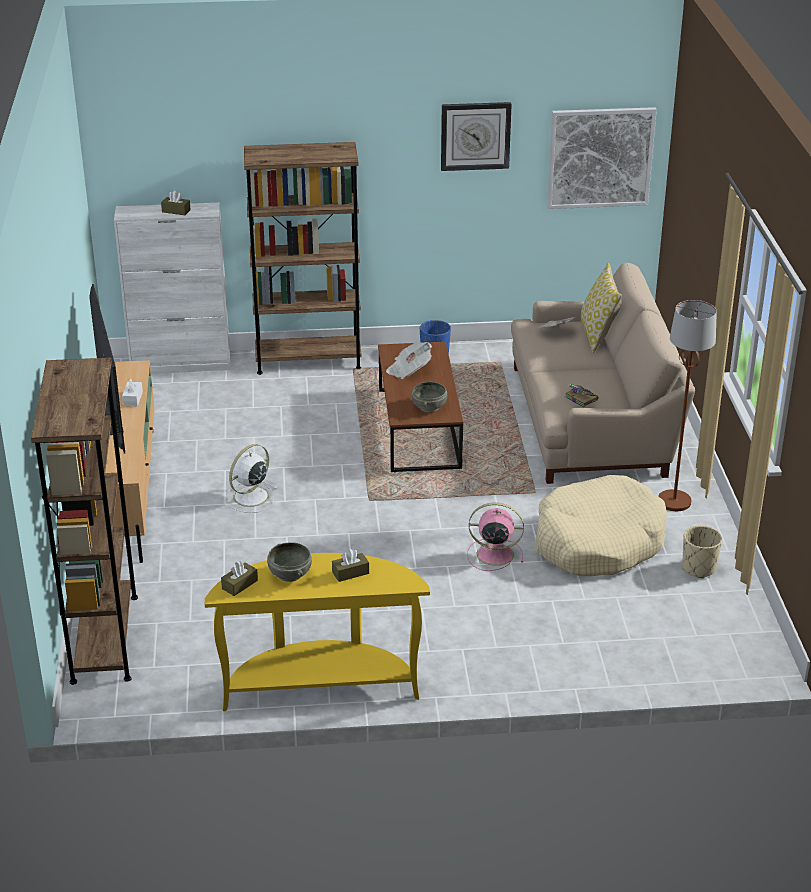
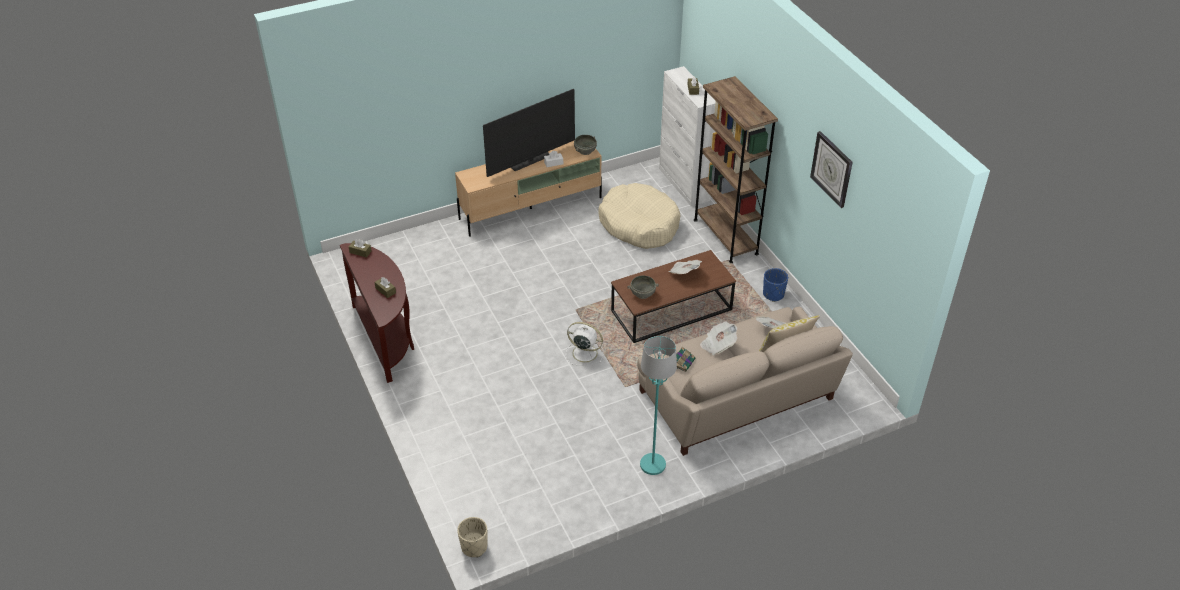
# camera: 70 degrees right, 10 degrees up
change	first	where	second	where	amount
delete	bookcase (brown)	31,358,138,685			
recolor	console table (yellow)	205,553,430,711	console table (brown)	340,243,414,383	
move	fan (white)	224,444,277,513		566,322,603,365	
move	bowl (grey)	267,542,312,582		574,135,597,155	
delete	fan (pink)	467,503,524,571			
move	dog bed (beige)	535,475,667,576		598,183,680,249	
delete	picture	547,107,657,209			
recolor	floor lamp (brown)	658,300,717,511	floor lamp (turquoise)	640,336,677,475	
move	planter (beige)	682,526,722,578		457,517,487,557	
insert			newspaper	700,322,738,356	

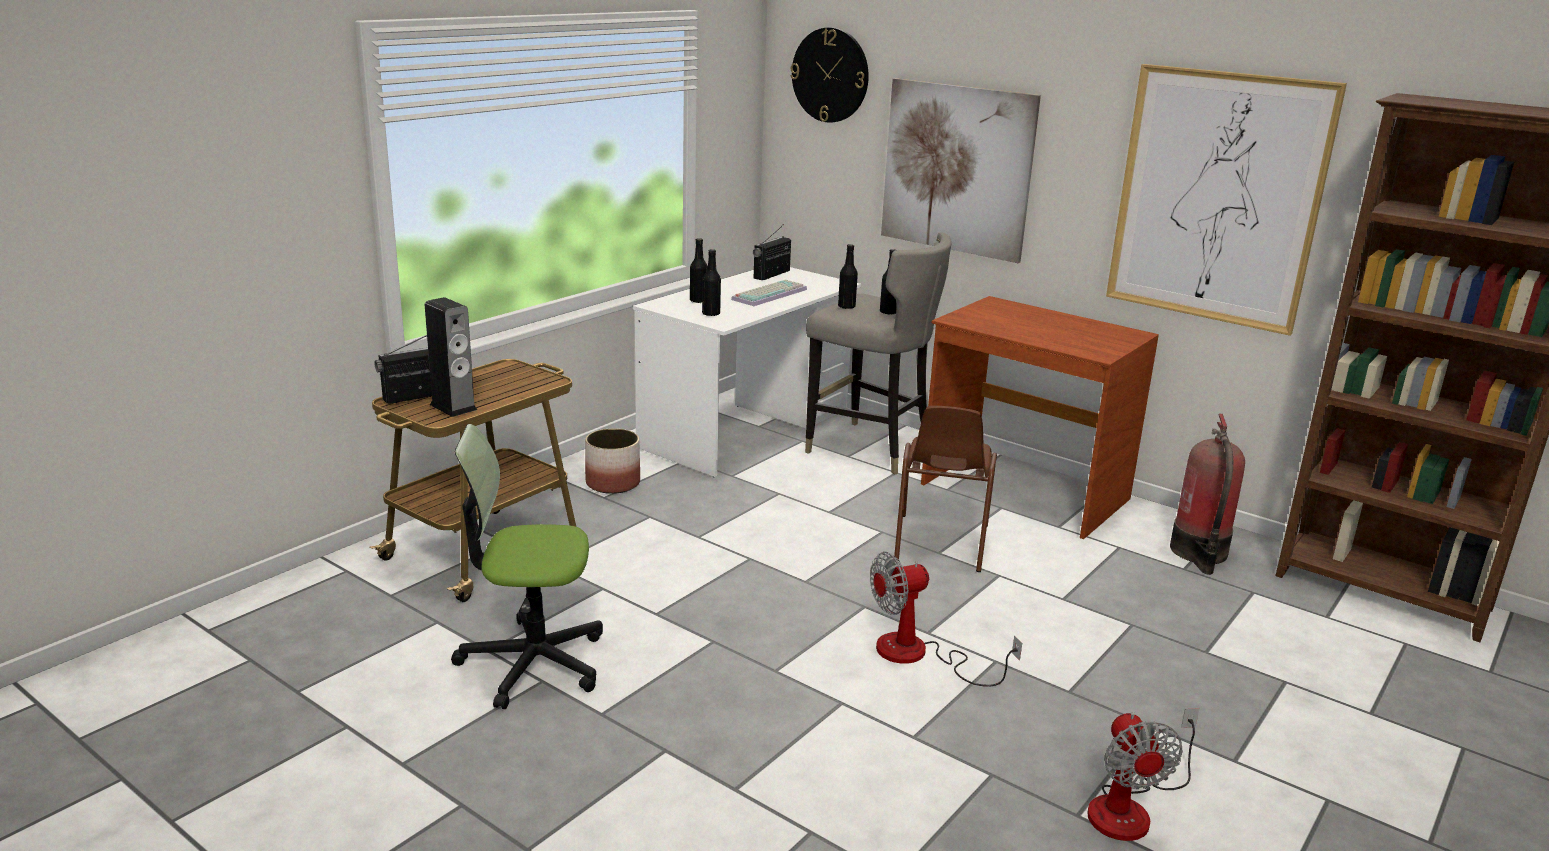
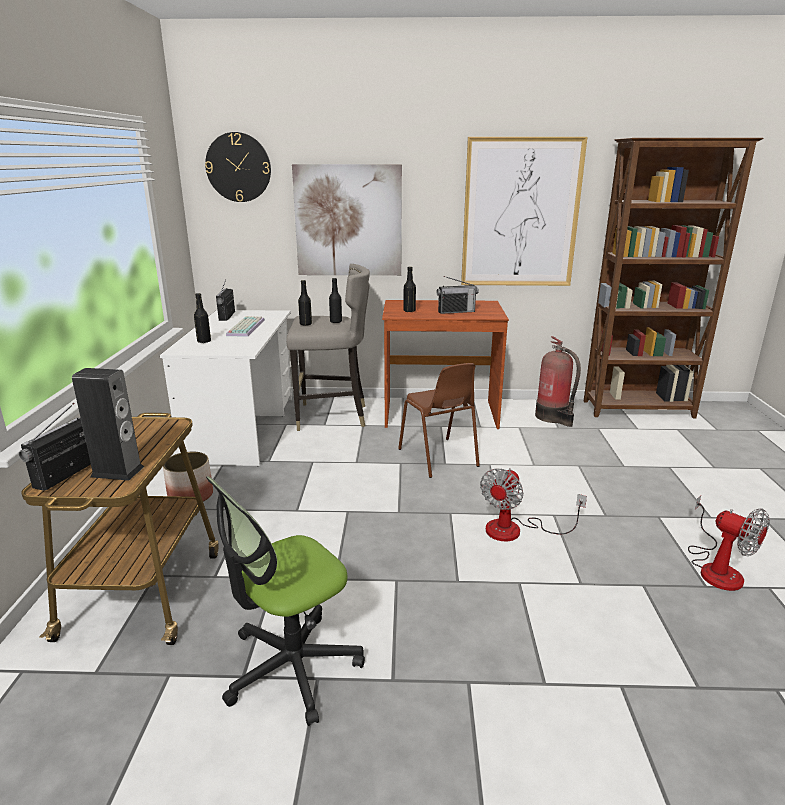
# camera: 35 degrees left, 0 degrees up
change	first	where	second	where	amount
move	bottle (black)	702,249,721,316		403,266,416,312	
insert			radio	437,276,479,314	

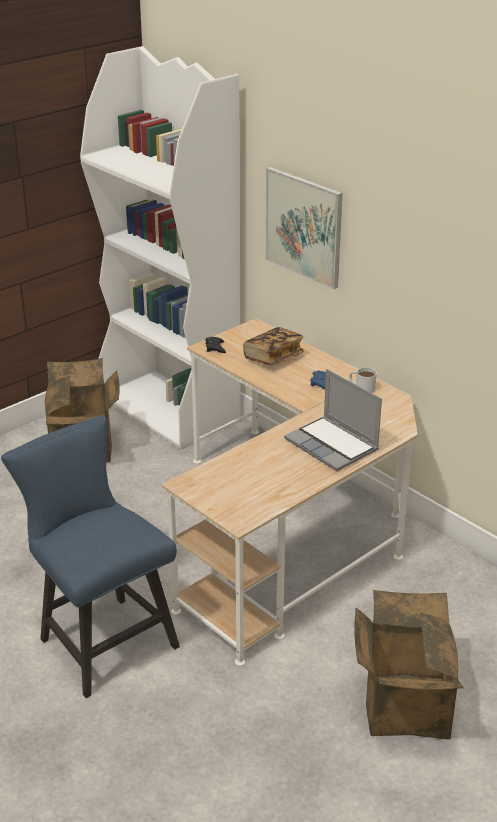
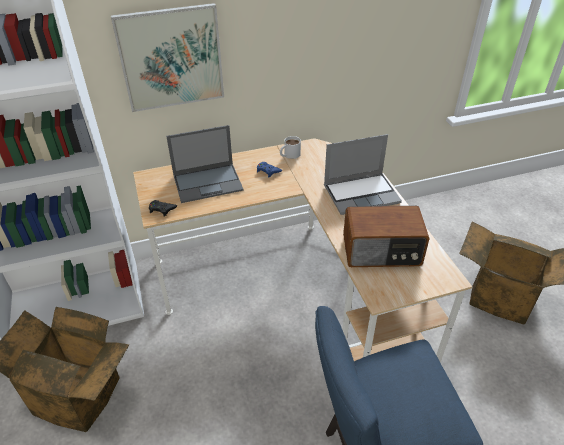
# camera: 65 degrees left, 10 degrees up
change	first	where	second	where	amount
replace	book	243,327,304,366	laptop	166,125,244,203	
insert			radio	343,206,430,267	

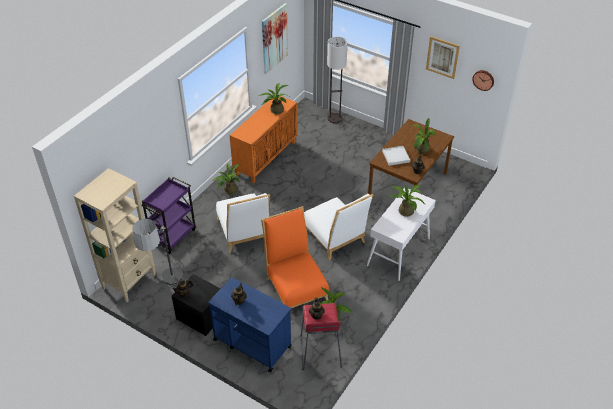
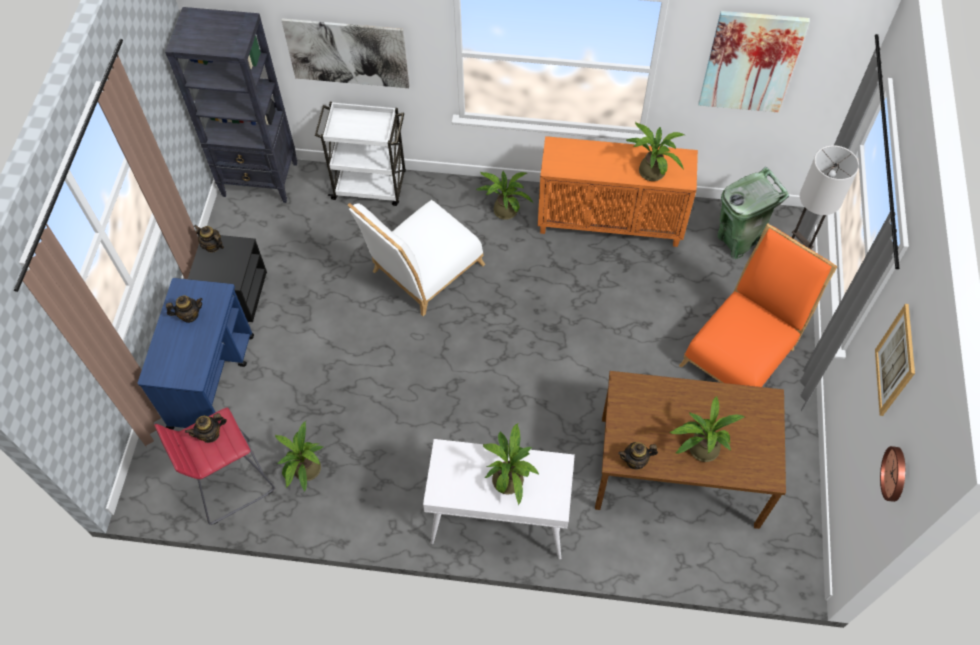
# camera: 65 degrees right, 15 degrees up
change	first	where	second	where	amount
recolor	bookcase (beige)	74,168,155,302	bookcase (black)	165,7,297,203	
delete	floor lamp	132,219,183,288			
recolor	cart (purple)	142,177,196,254	cart (white)	315,102,406,206	
move	chair (orange)	261,206,329,308		679,223,838,387	
delete	chair (white)	304,194,373,260			
delete	tray (white)	382,146,410,166			
insert			picture	281,18,409,88	
insert			trash can (green)	717,167,789,259	

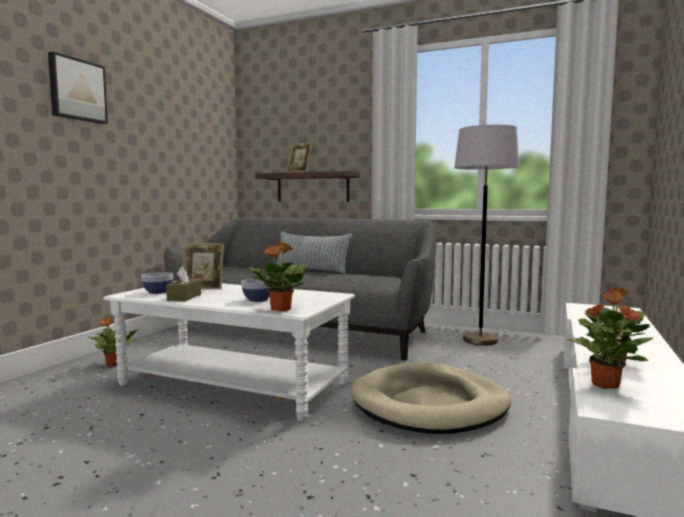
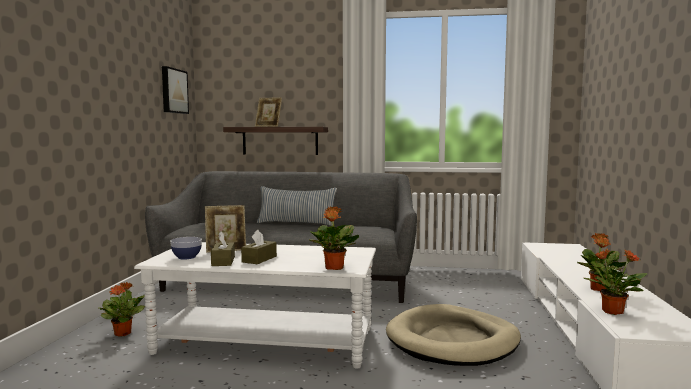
# camera: 15 degrees left, 0 degrees up
change	first	where	second	where	amount
move	picture	48,52,108,124		162,66,189,114	
delete	bowl	241,279,274,302			
delete	floor lamp (grey)	454,125,519,345			
insert			tissue box (brown)	241,230,277,264	

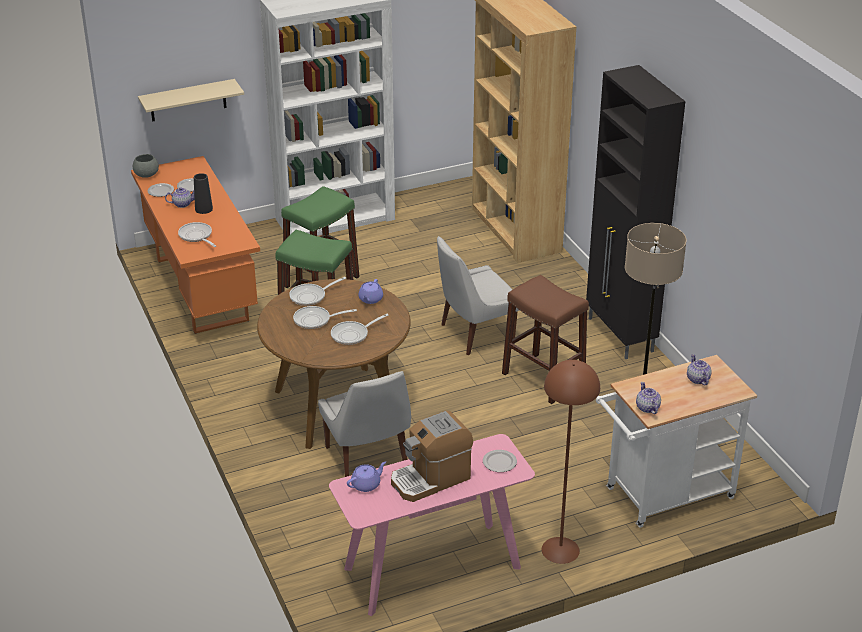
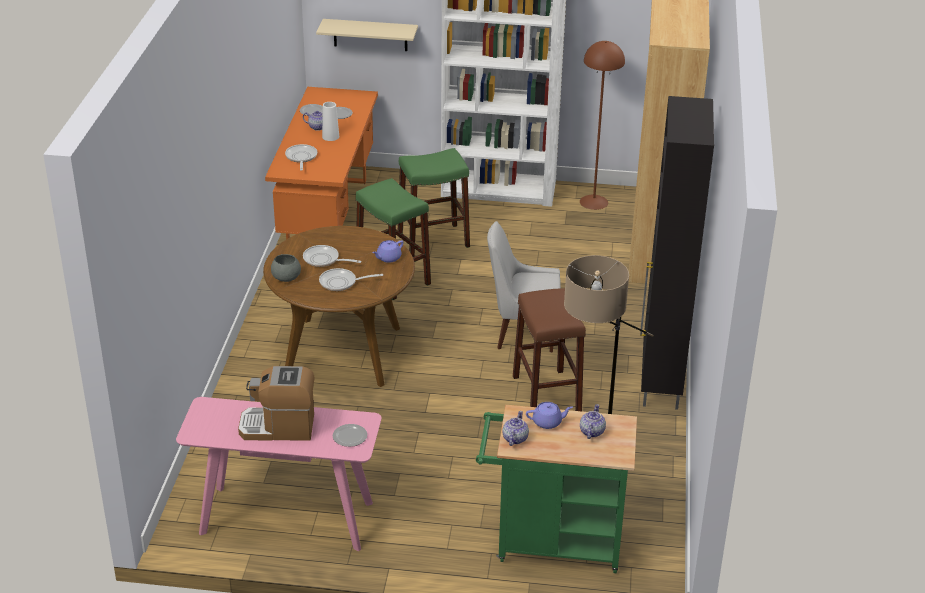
# camera: 30 degrees right, 0 degrees up
change	first	where	second	where	amount
move	bowl (grey)	133,154,159,178		271,254,301,282	
recolor	vase (black)	194,173,213,214	vase (white)	322,102,339,141	
delete	frying pan	289,277,346,306			
delete	chair (white)	318,371,411,477			
move	teapot (purple)	347,461,386,492		526,402,573,429	
move	floor lamp (brown)	542,360,600,564		580,41,625,210	
recolor	cart (white)	596,355,757,528	cart (green)	476,405,637,573	

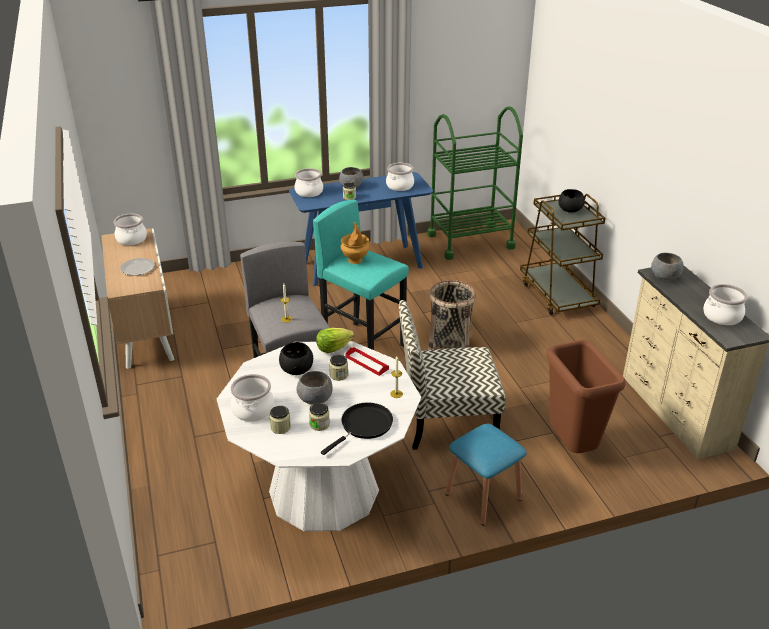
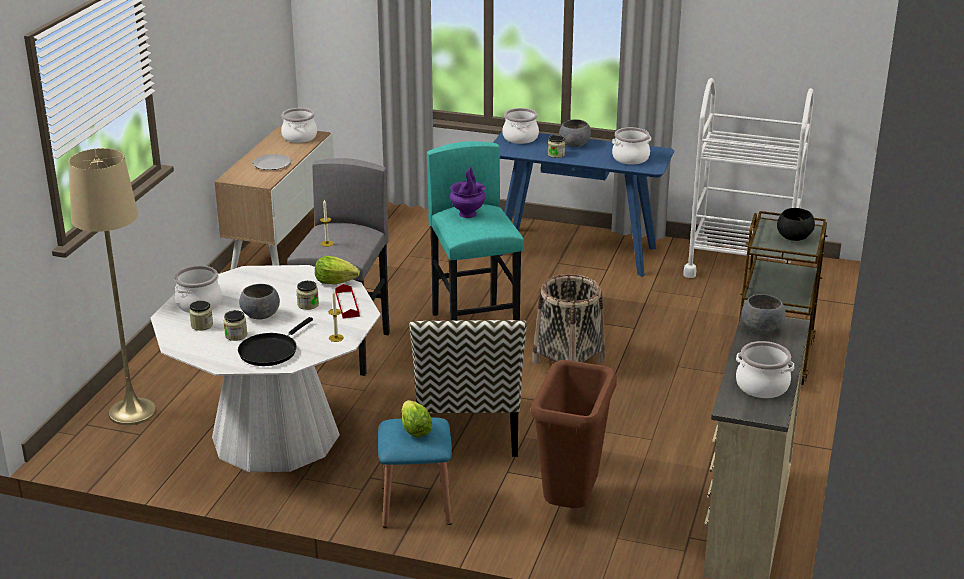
# camera: 35 degrees right, 5 degrees down
change	first	where	second	where	amount
delete	bowl (black)	279,342,313,375			
rotate	frying pan (black)	321,402,393,455		238,317,313,366	135 degrees clockwise
recolor	vase (brown)	340,222,370,264	vase (purple)	450,166,486,218	
rotate	chair	399,300,506,450		409,320,527,457	120 degrees counterclockwise
recolor	cart (green)	427,106,523,260	cart (white)	683,78,814,278	
insert			floor lamp (beige)	69,148,156,425	
insert			lettuce	402,400,432,437	

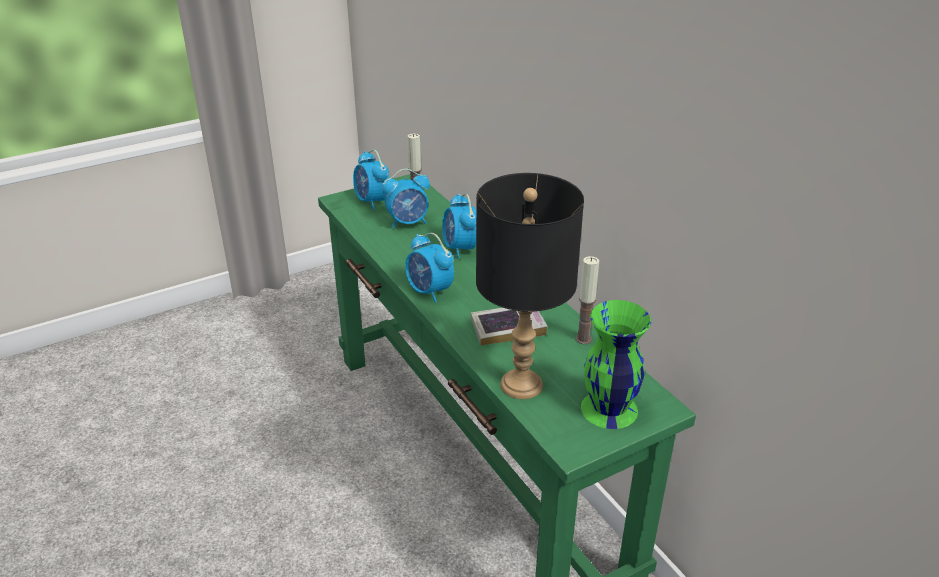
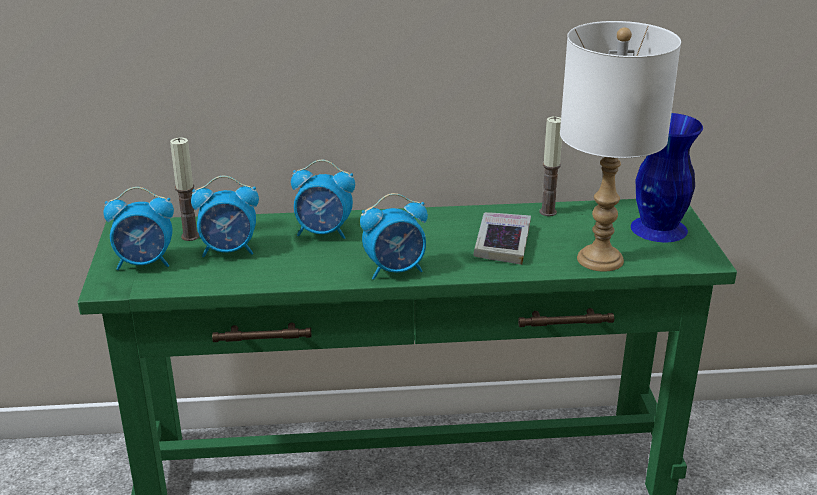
# camera: 65 degrees left, 5 degrees down
change	first	where	second	where	amount
rotate	alarm clock	382,169,430,229		191,176,259,257	75 degrees clockwise
recolor	table lamp (black)	476,173,584,399	table lamp (white)	560,21,681,272	
recolor	vase (green)	581,300,651,429	vase (blue)	631,113,703,242	

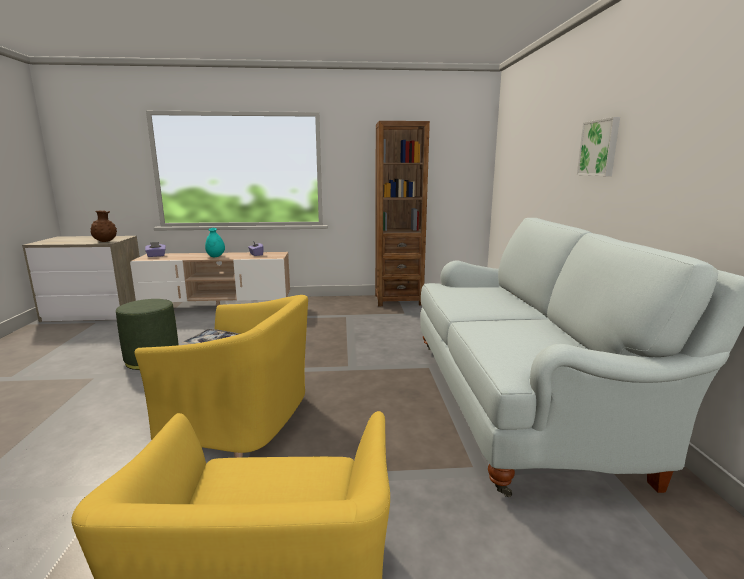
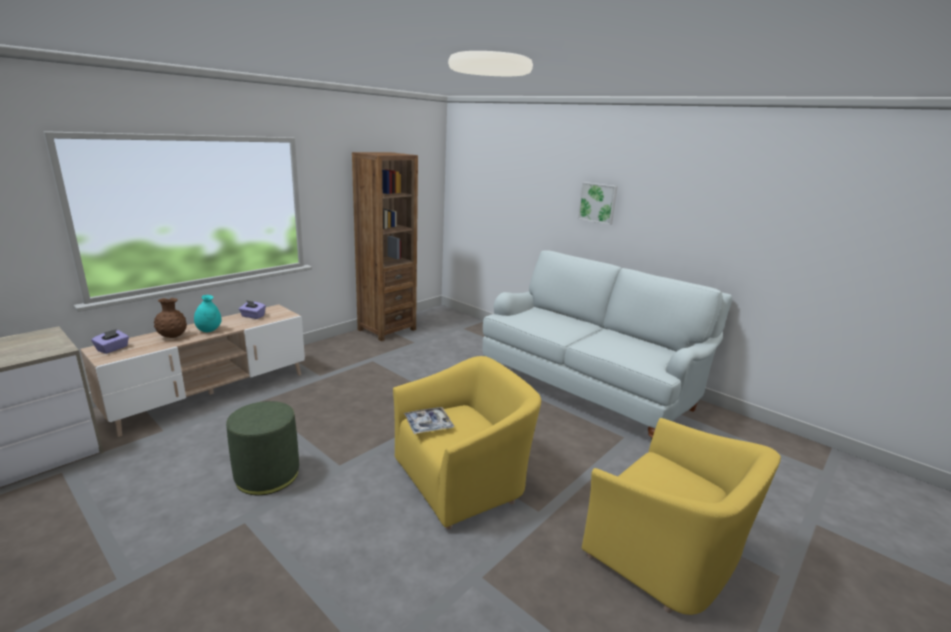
# camera: 45 degrees left, 5 degrees up
change	first	where	second	where	amount
move	vase (brown)	91,210,117,242		154,298,187,338	

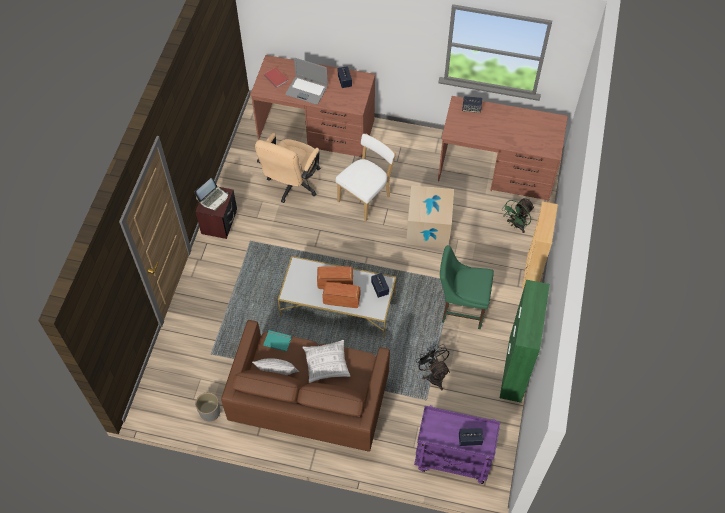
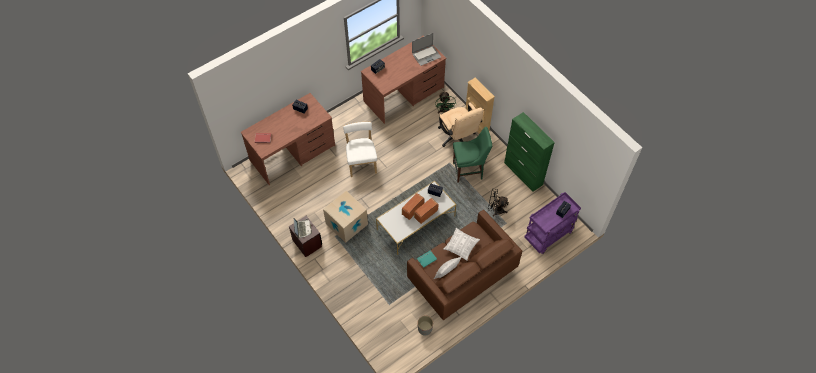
# camera: 50 degrees left, 0 degrees up
change	first	where	second	where	amount
move	office chair (beige)	255,133,321,203		438,102,484,147	
move	laptop	285,58,328,105		412,33,441,66	
move	cardboard box	406,185,454,248		323,191,368,243	
rotate	chair (green)	440,245,494,329		453,127,492,183	150 degrees counterclockwise

